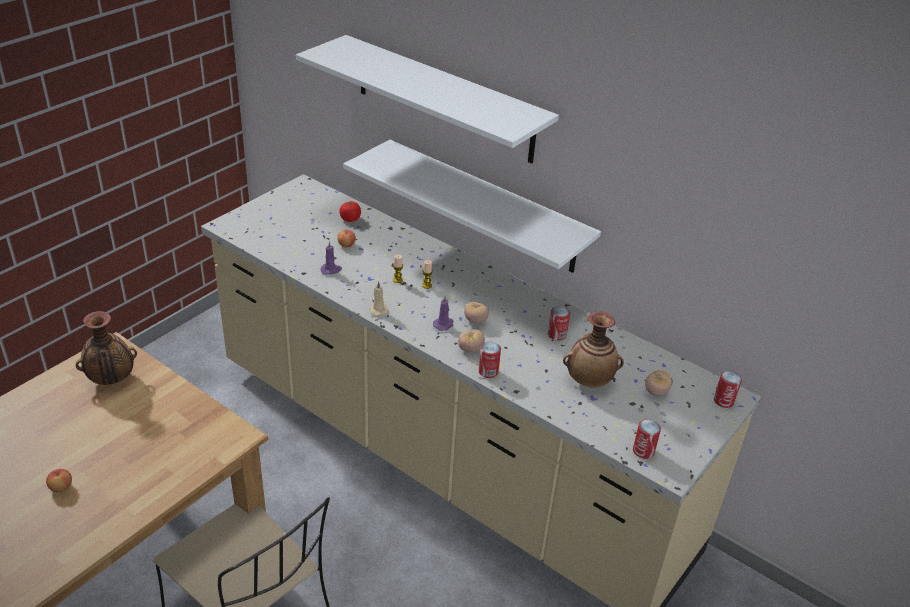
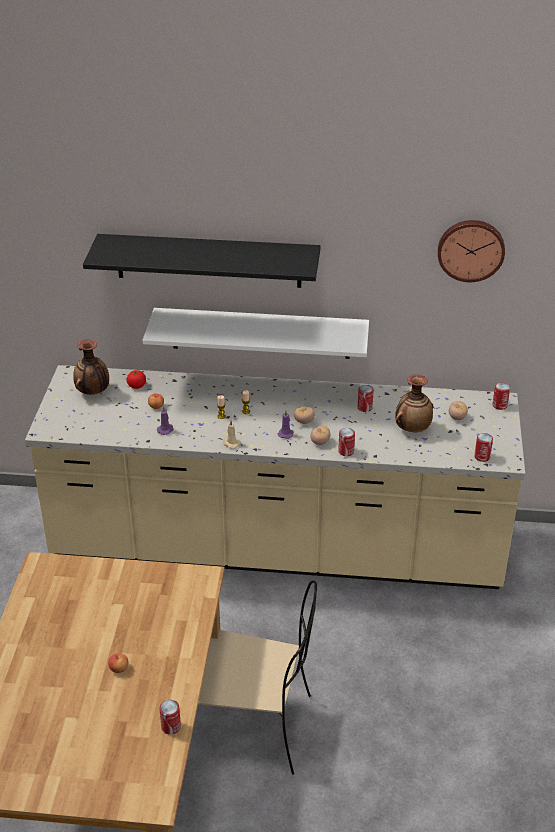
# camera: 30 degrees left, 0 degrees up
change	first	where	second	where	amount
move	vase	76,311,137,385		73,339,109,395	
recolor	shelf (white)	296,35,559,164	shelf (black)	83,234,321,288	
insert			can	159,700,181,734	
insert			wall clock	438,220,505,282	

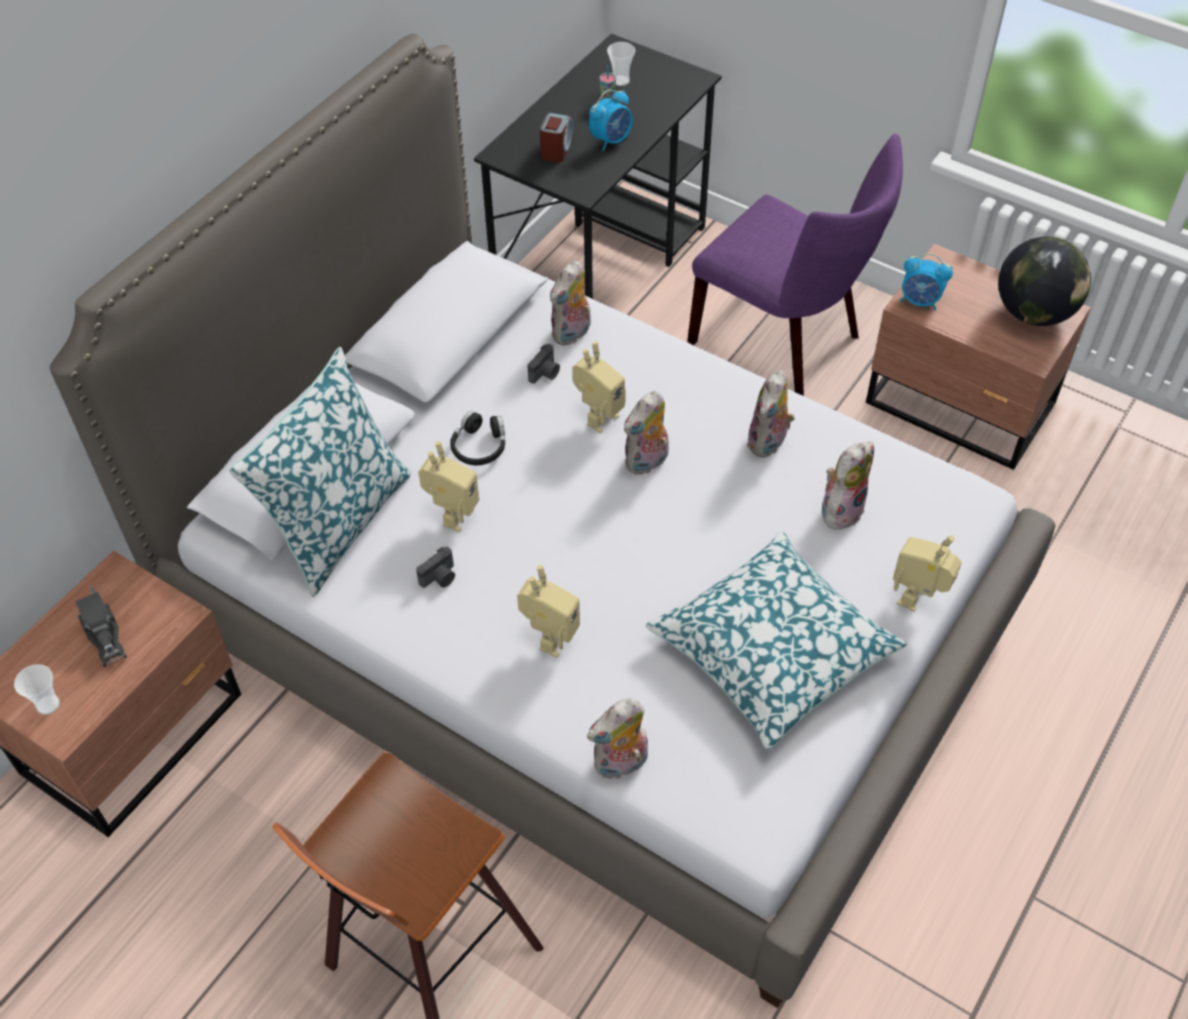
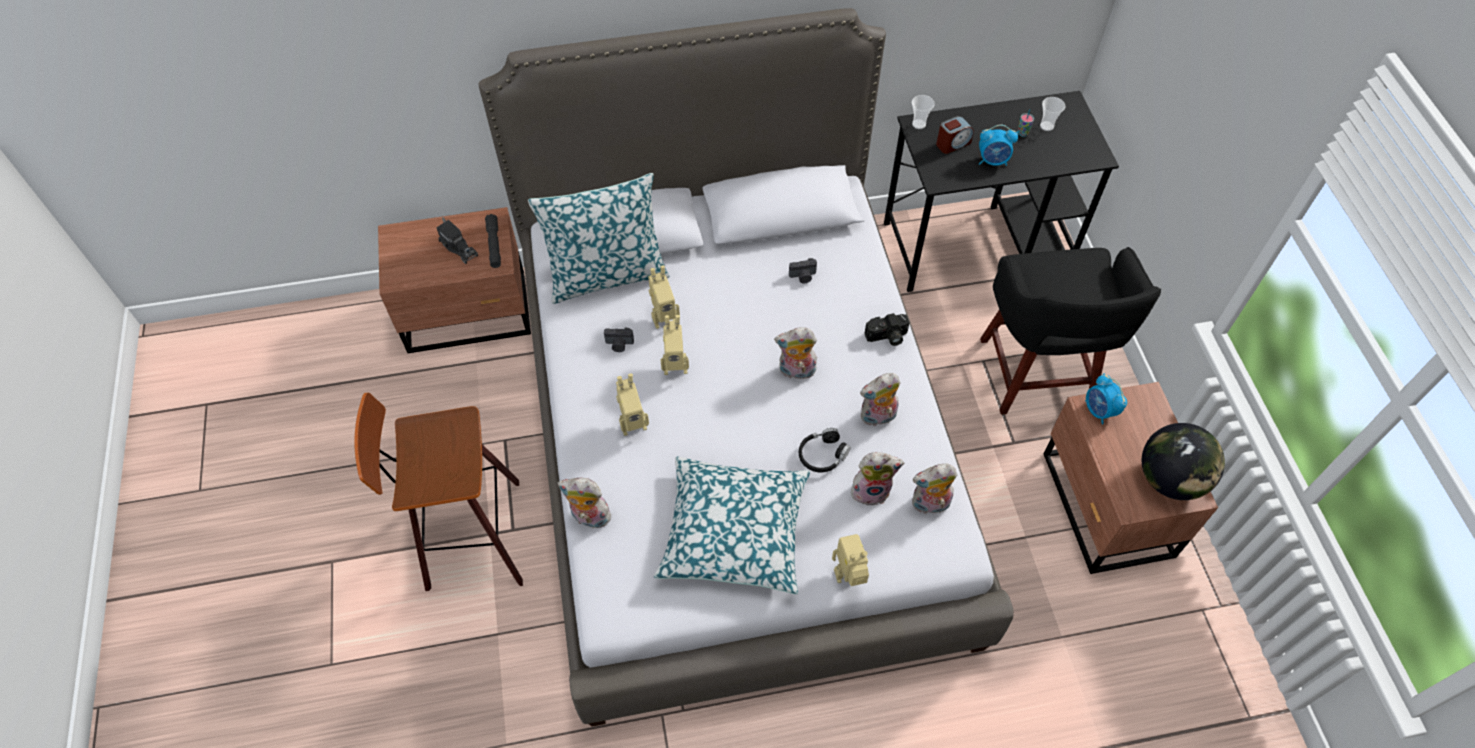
# camera: 45 degrees right, 5 degrees up
change	first	where	second	where	amount
move	cup	14,664,60,715		912,95,935,129	
rotate	toy truck	75,586,127,667		436,217,478,264	60 degrees counterclockwise
move	headphones (black)	450,411,505,465		799,428,851,472	
move	plush toy	550,261,591,346		912,464,958,514	
move	toy robot	573,341,626,433		660,315,689,375	
replace	chair (purple)	687,134,903,396	stool (black)	980,247,1162,415	
insert			flashlight (grey)	485,214,501,268	
insert			photo camera	864,313,910,346	

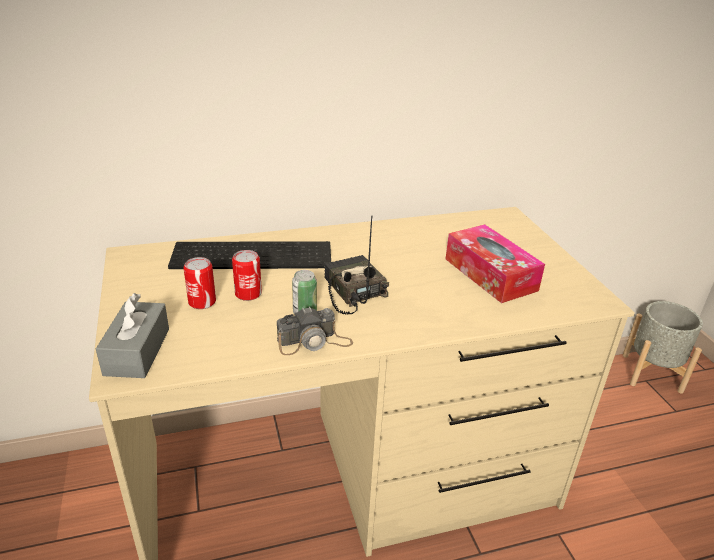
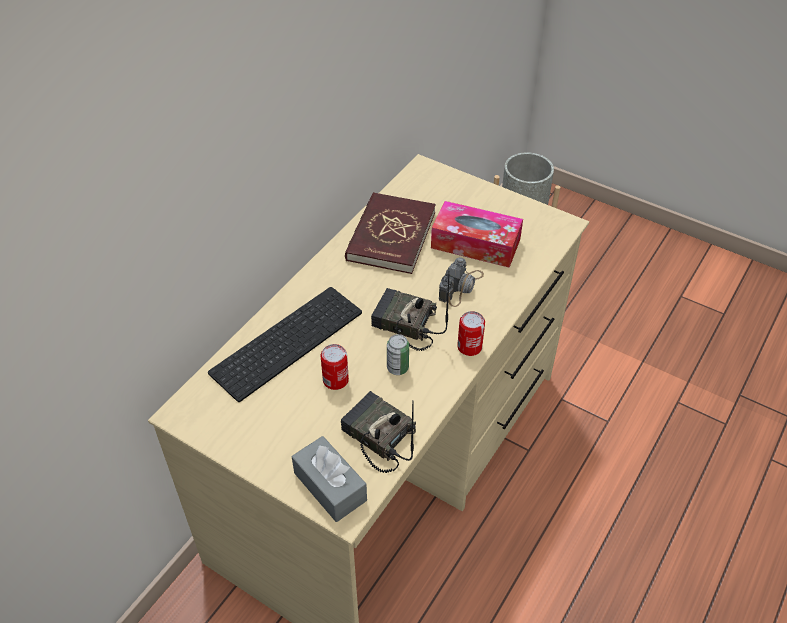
# camera: 40 degrees left, 15 degrees up
change	first	where	second	where	amount
move	can	183,257,216,309		457,311,485,356	
move	photo camera	277,306,353,355		439,257,484,307	
insert			radio	341,391,416,473	
insert			book (red)	345,192,436,274	

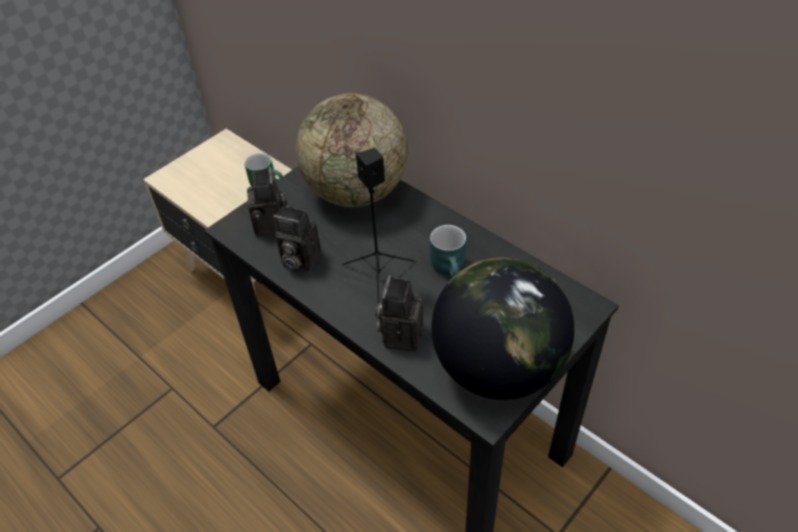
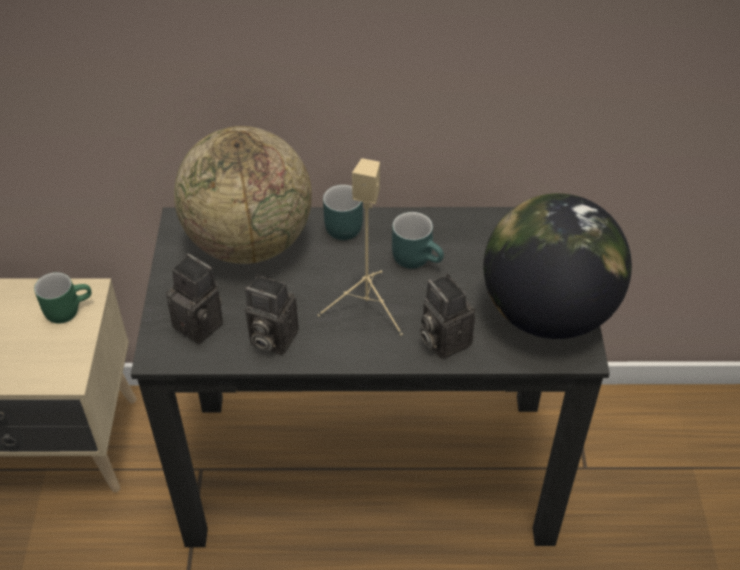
# camera: 45 degrees left, 0 degrees up
change	first	where	second	where	amount
rotate	photo camera	273,205,321,272		245,275,299,355	45 degrees clockwise
recolor	speaker (black)	342,148,416,304	speaker (beige)	318,158,403,335	
insert			mug (turquoise)	323,185,363,240	

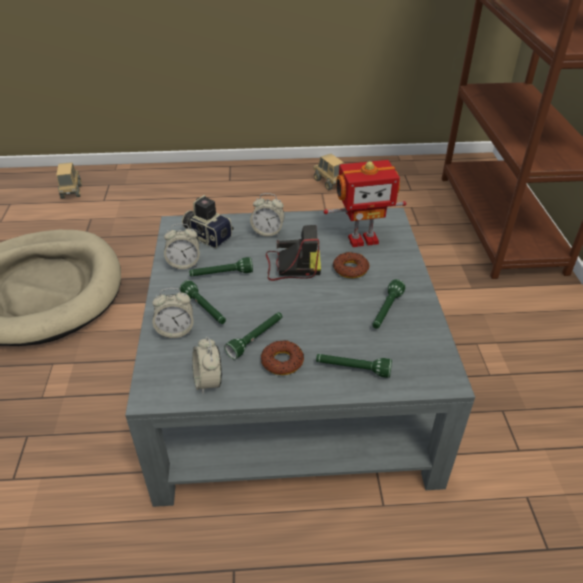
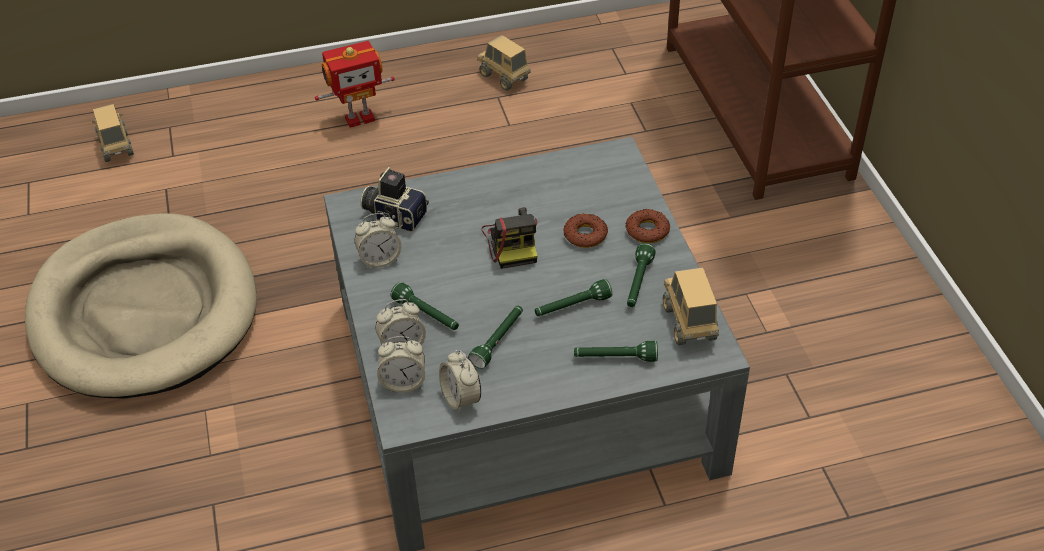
# camera: 10 degrees left, 5 degrees up
change	first	where	second	where	amount
move	flashlight (green)	189,257,253,276		535,279,612,316	
move	alarm clock	250,193,285,236		377,336,425,393	
move	donut	261,340,304,375		625,209,670,243	
rotate	photo camera	266,225,321,281		482,207,537,269	90 degrees clockwise
move	toy robot	323,160,407,247		315,41,395,128	
insert			toy truck	663,268,719,345	

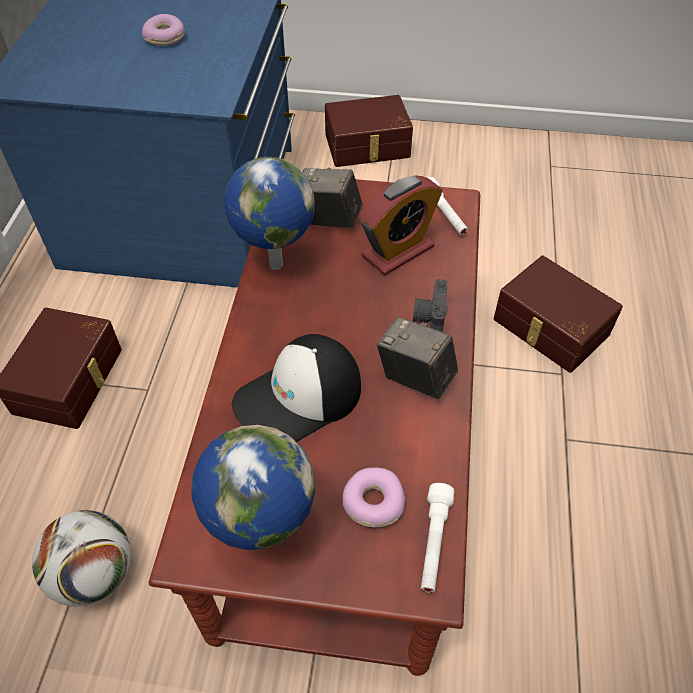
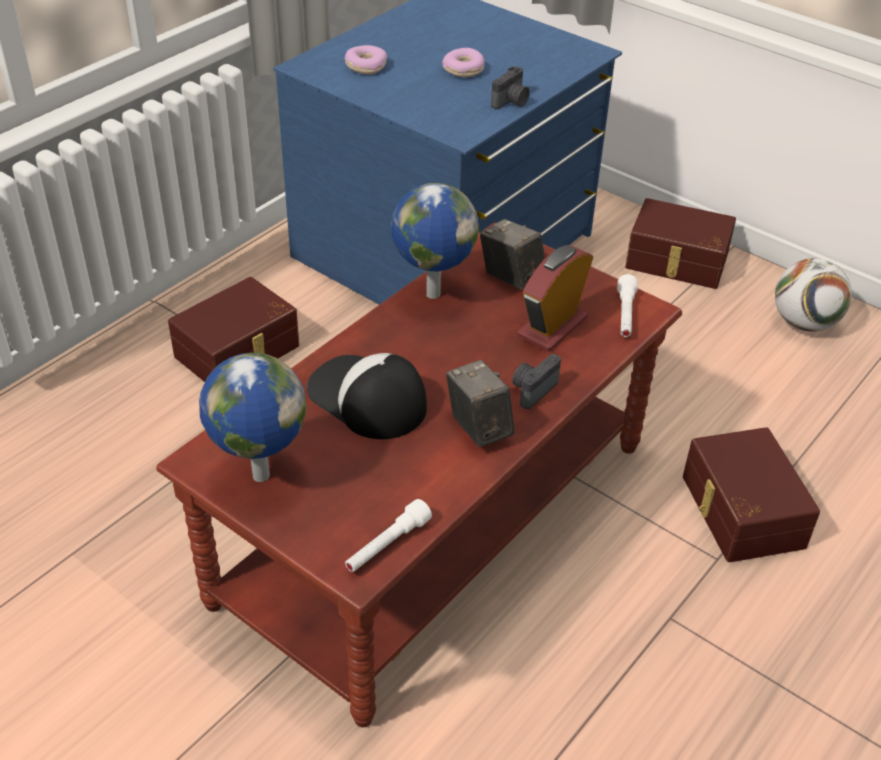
# camera: 30 degrees right, 10 degrees down
change	first	where	second	where	amount
move	football	32,510,131,607		775,258,852,332	
rotate	cap	232,334,361,442		307,353,427,439	45 degrees clockwise
move	donut	343,467,405,527		345,45,387,75	
rotate	alarm clock	360,175,443,275		517,245,593,352	135 degrees clockwise
insert			photo camera	491,66,530,109	

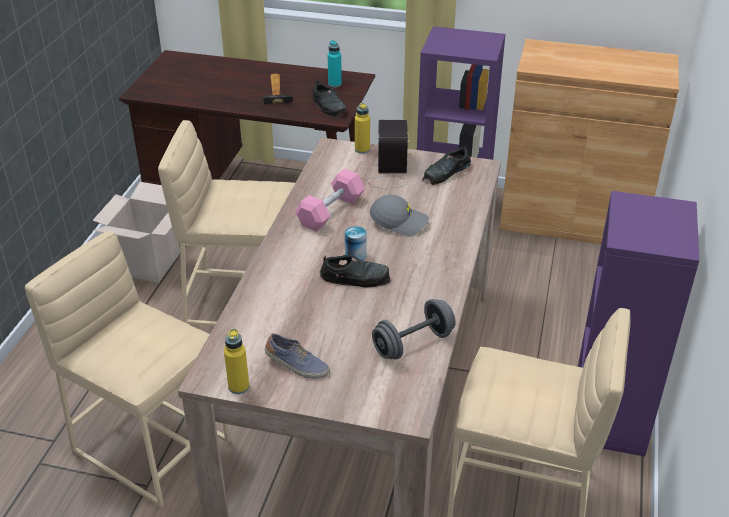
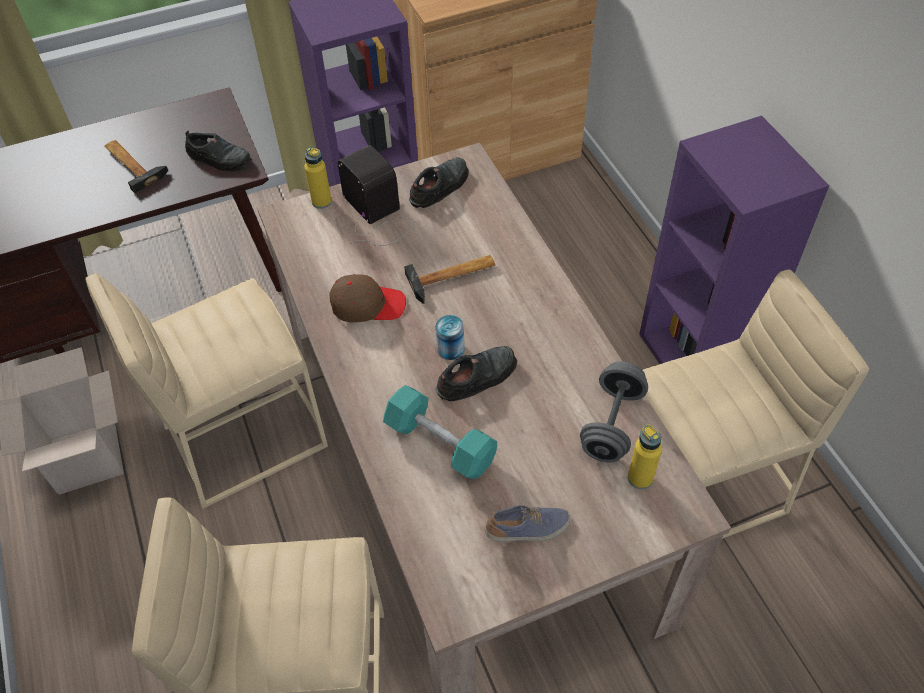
# camera: 35 degrees left, 15 degrees up
change	first	where	second	where	amount
move	bottle (yellow)	224,329,249,394		628,425,662,489	
replace	dumbbell (pink)	295,169,365,231	cap (brown)	330,274,406,322	
delete	bottle (turquoise)	328,40,342,87			
replace	cap (grey)	370,195,429,237	hammer	404,255,495,304	
rotate	shoe (black)	422,145,471,185		409,157,469,208	150 degrees counterclockwise
insert			dumbbell (turquoise)	383,385,497,479	

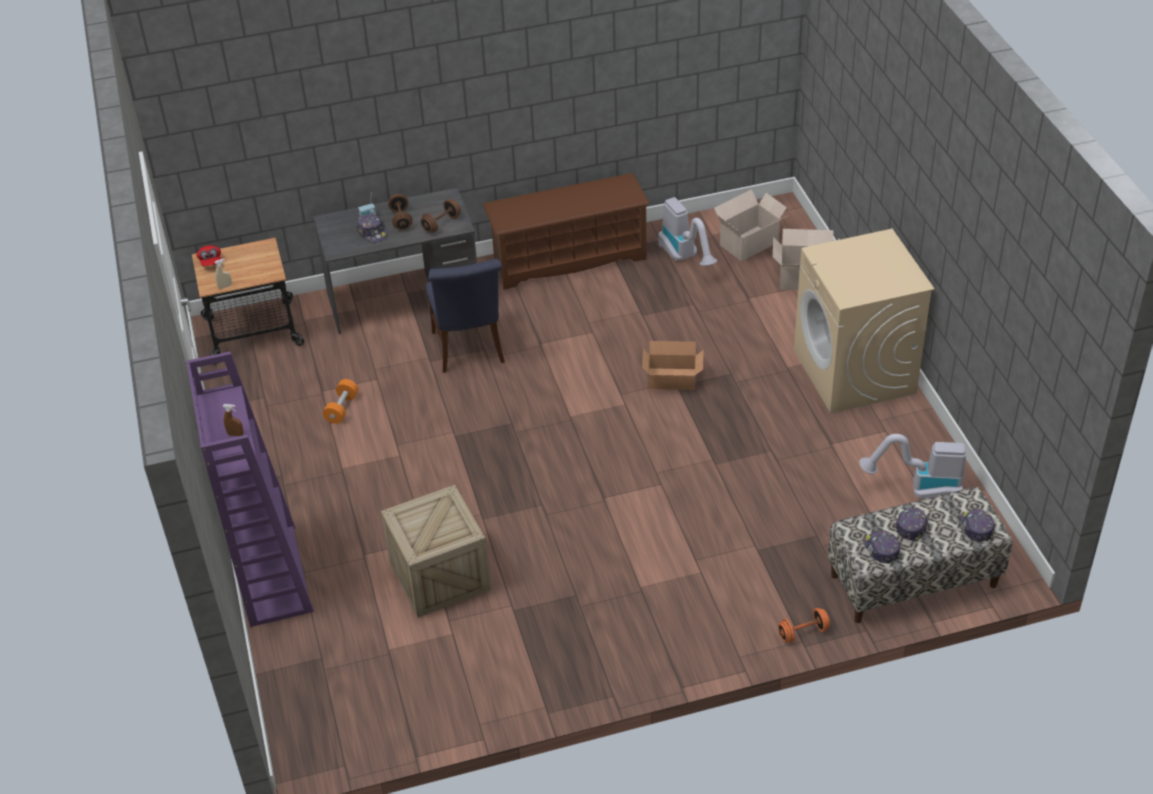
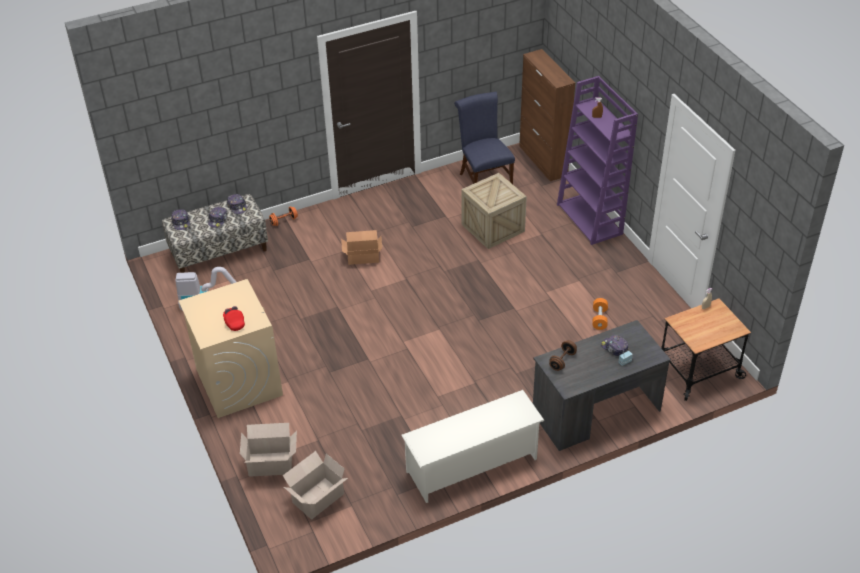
# camera: 170 degrees right, 0 degrees up
change	first	where	second	where	amount
move	cap (red)	196,245,221,266		223,306,245,331	
delete	dumbbell (brown)	388,194,413,230			
move	chair (blue)	425,258,505,373		454,92,515,184	
recolor	shoe rack (brown)	483,173,650,290	shoe rack (white)	401,390,545,503	
move	cardboard box	642,341,703,390		341,230,382,265	
delete	vacuum cleaner	658,197,717,266			
insert			cabinet (brown)	519,49,575,181	

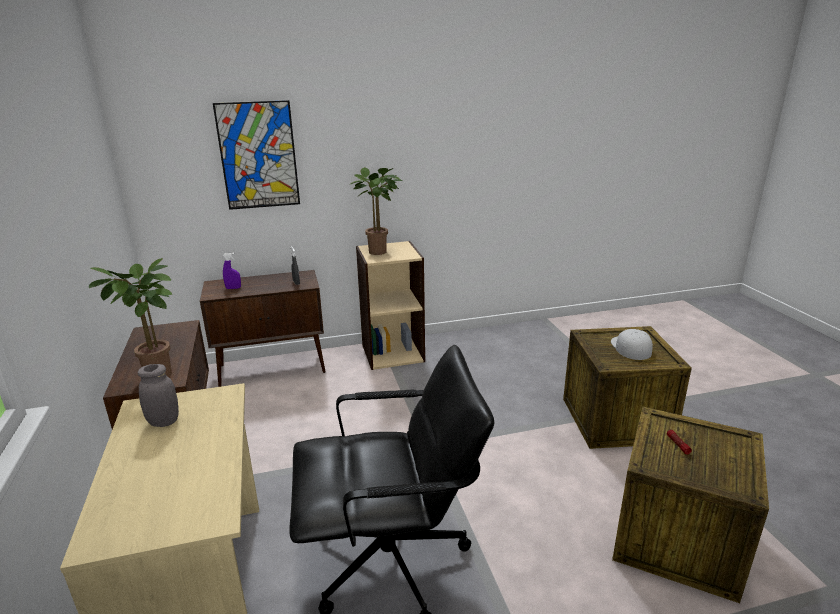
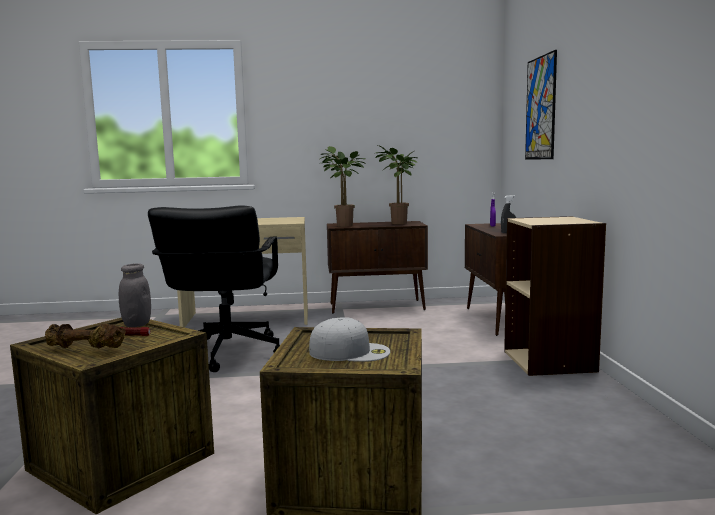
# camera: 100 degrees right, 15 degrees down
change	first	where	second	where	amount
move	jar (grey)	138,364,179,427		119,263,151,327	
move	potted plant	349,167,403,255		375,145,417,224	
insert			dumbbell (brown)	45,324,126,348	

